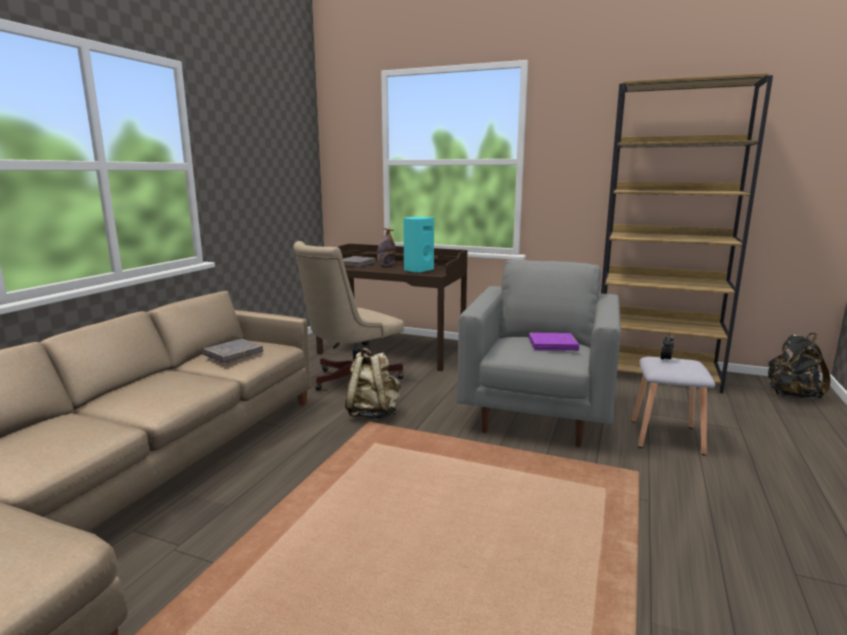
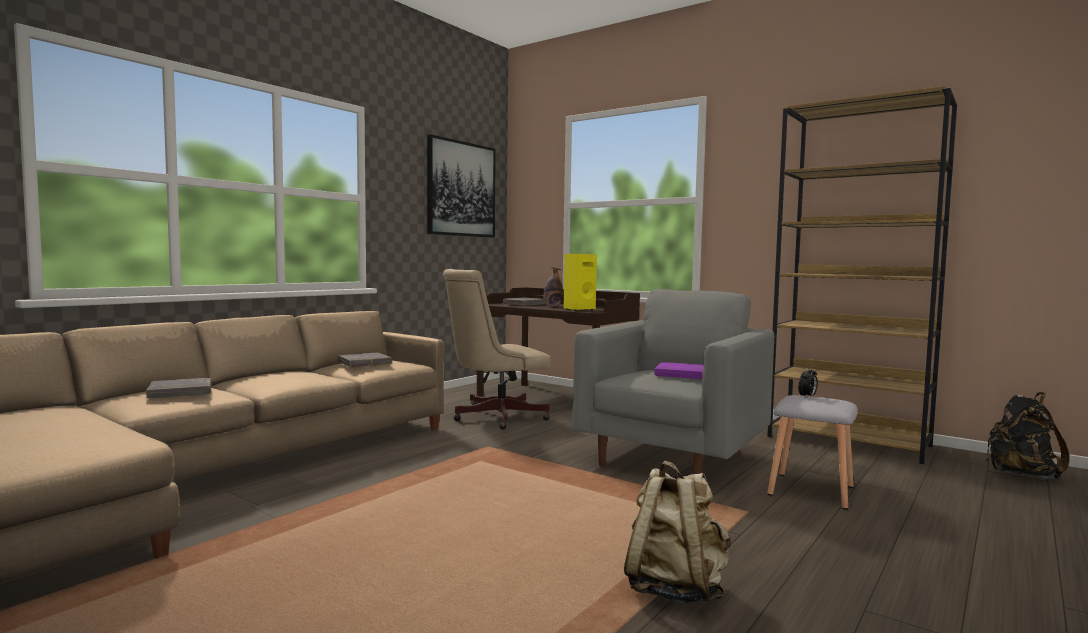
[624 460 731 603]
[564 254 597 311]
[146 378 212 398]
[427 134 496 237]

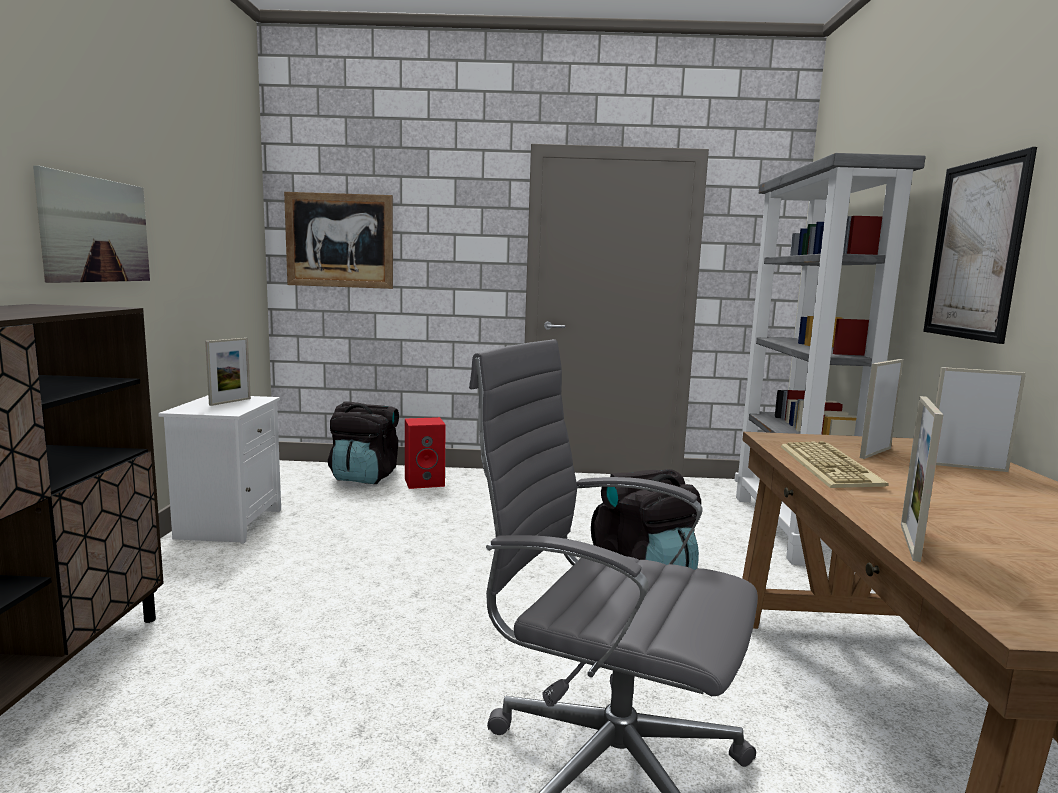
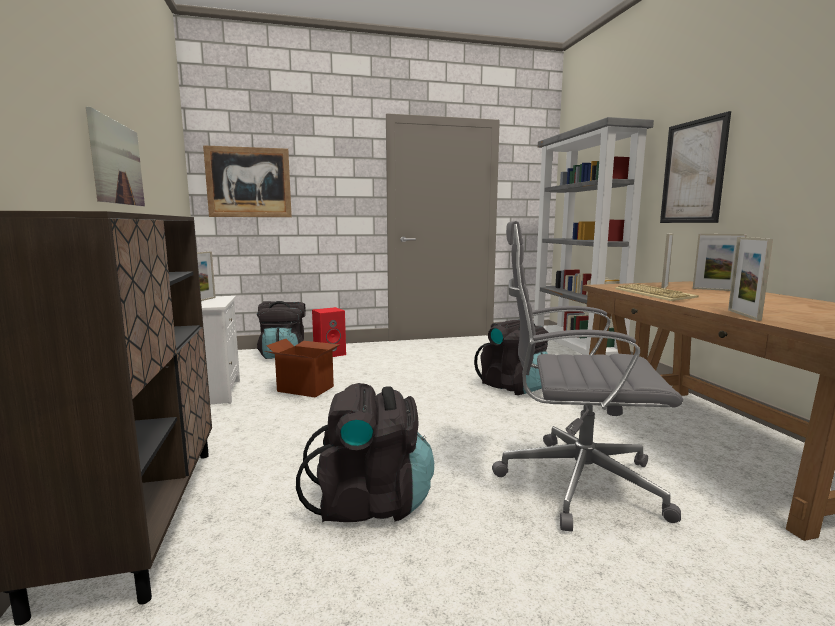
[693 234 747 291]
[265 339 341 398]
[296 383 434 522]

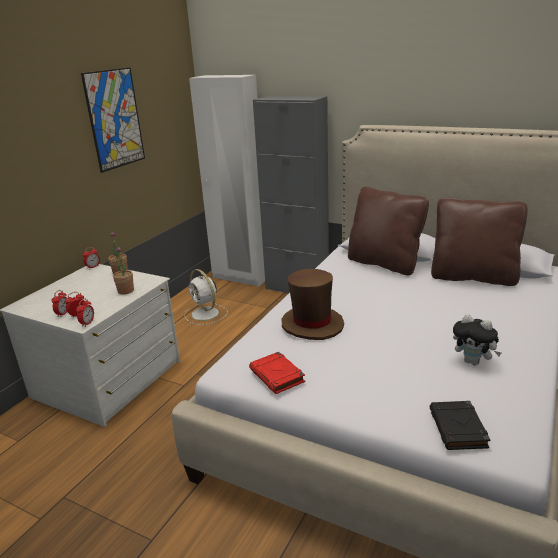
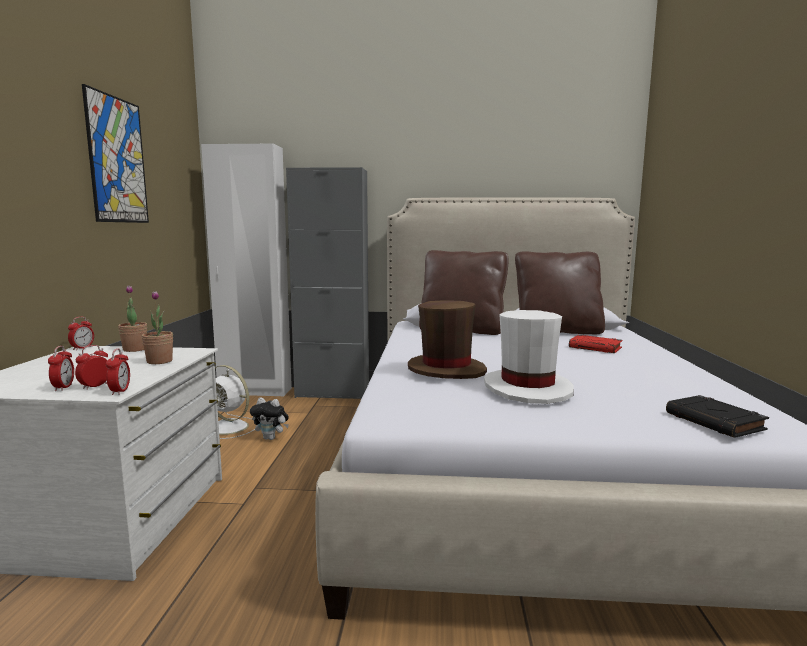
[569 335 623 353]
[250 398 289 440]
[484 310 574 404]

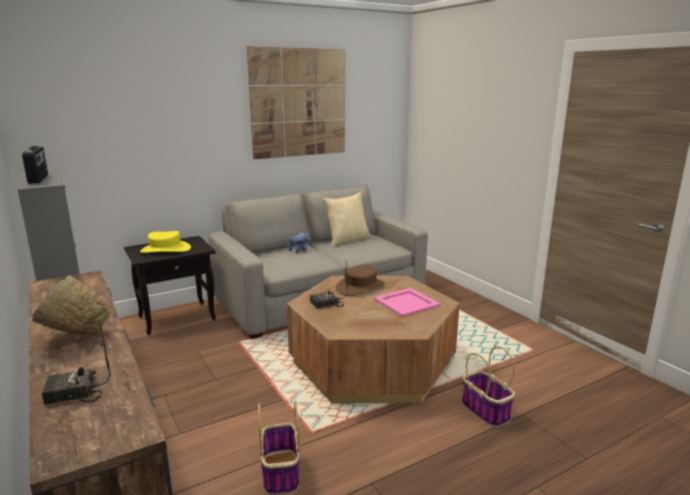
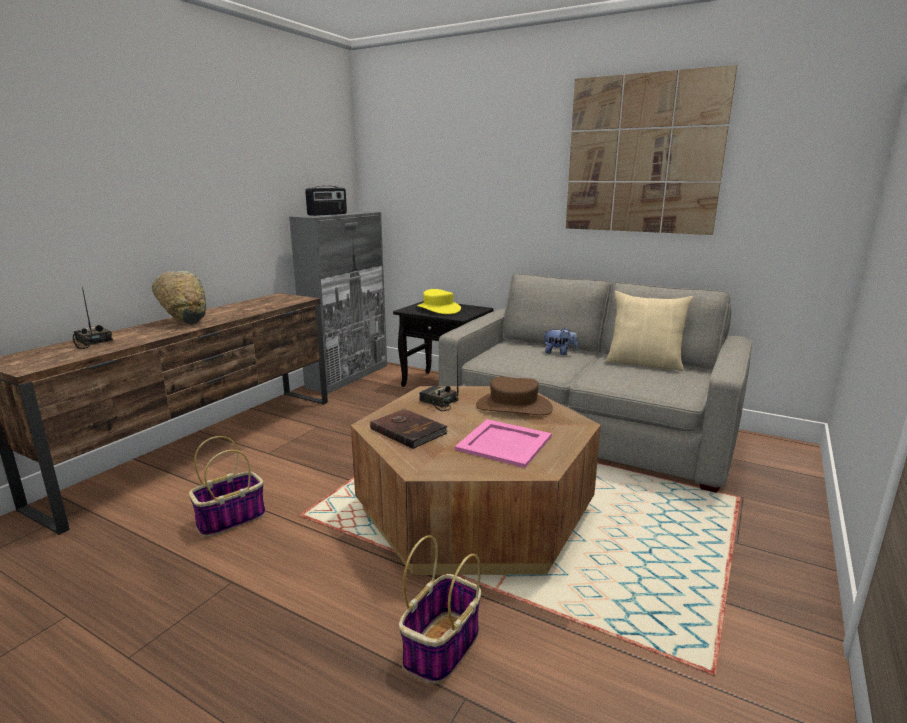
[370 409 448 449]

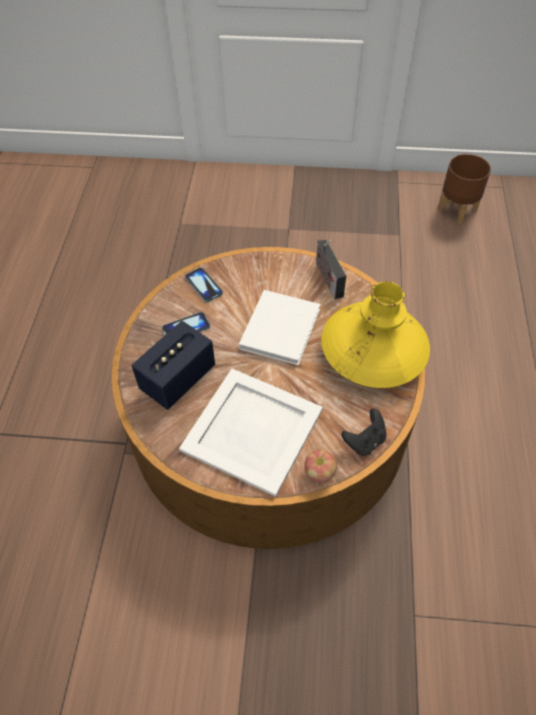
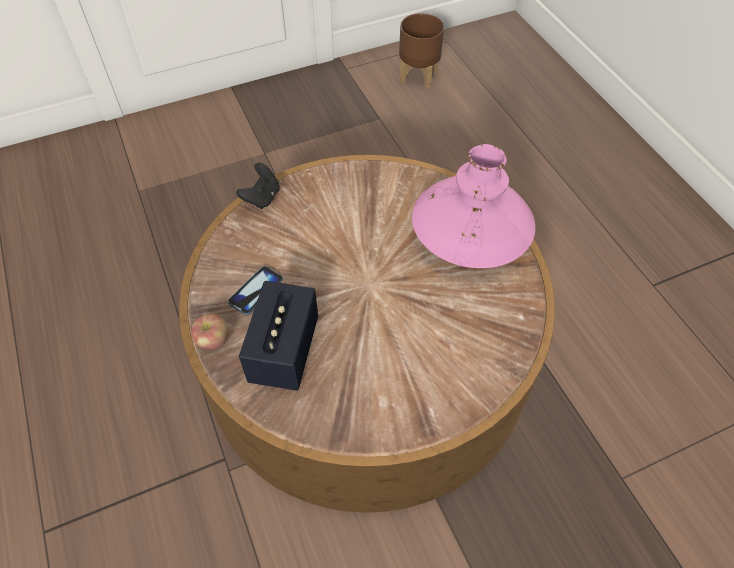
[179 369 323 497] (first image)
[185 267 223 302] (first image)
[239 290 320 366] (first image)
[191 313 228 350]
[316 240 346 299] (first image)
[412 144 535 268]
[236 163 280 209]

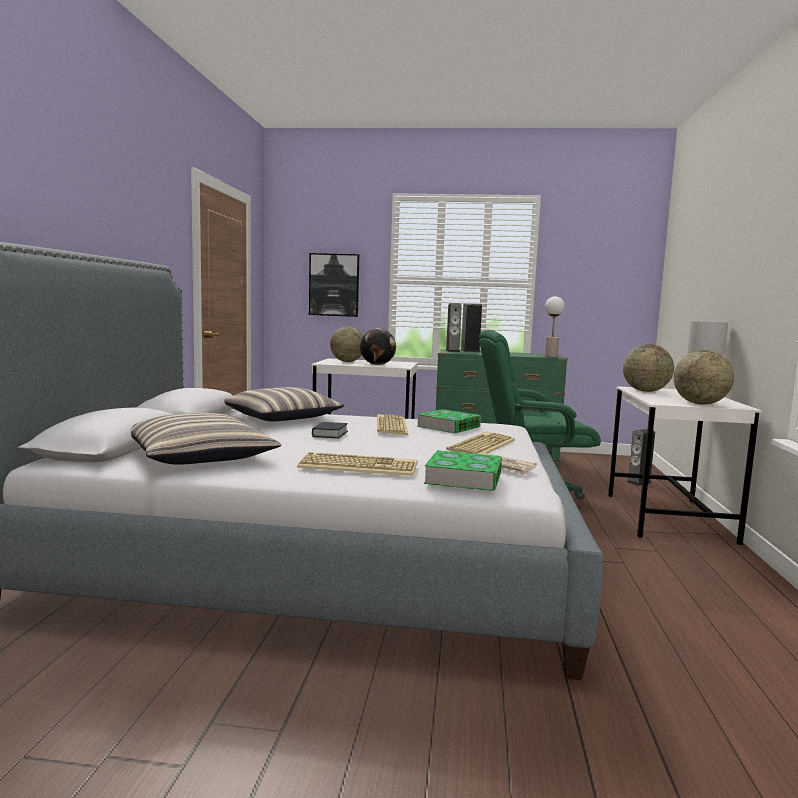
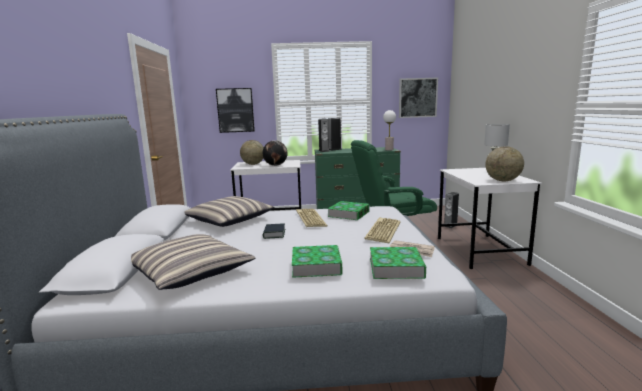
[292 245 343 278]
[623 344 674 392] (first image)
[399 78 438 118]

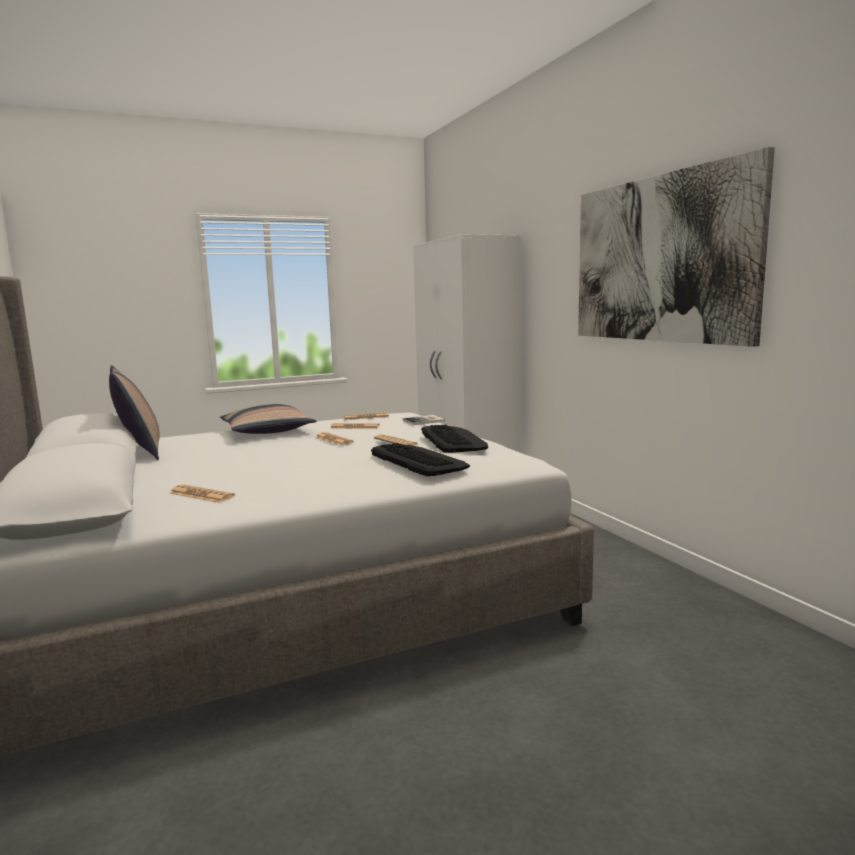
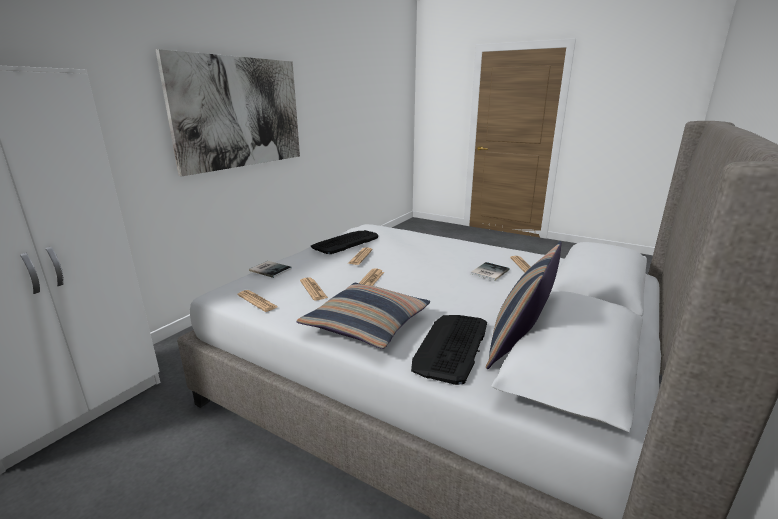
[411 315 487 385]
[471 262 509 281]

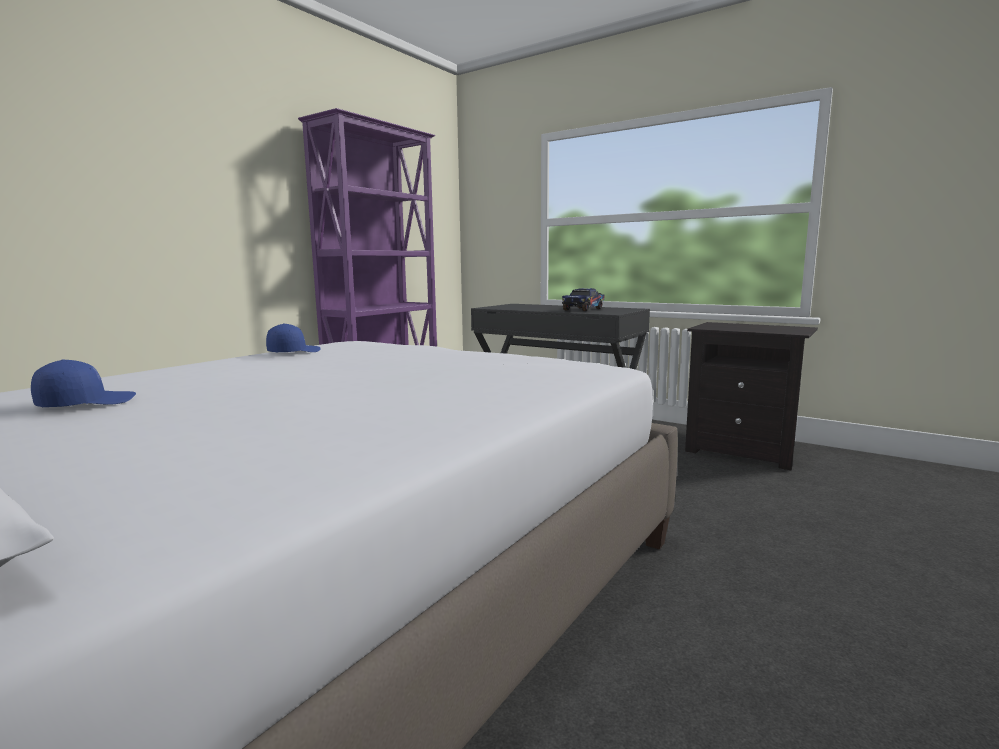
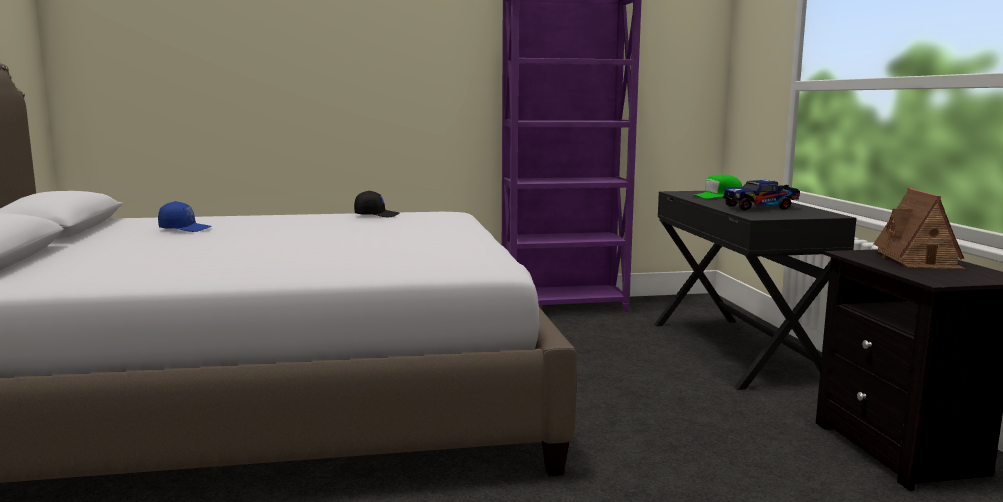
[354 191 399 217]
[691 175 742 199]
[874 188 966 269]

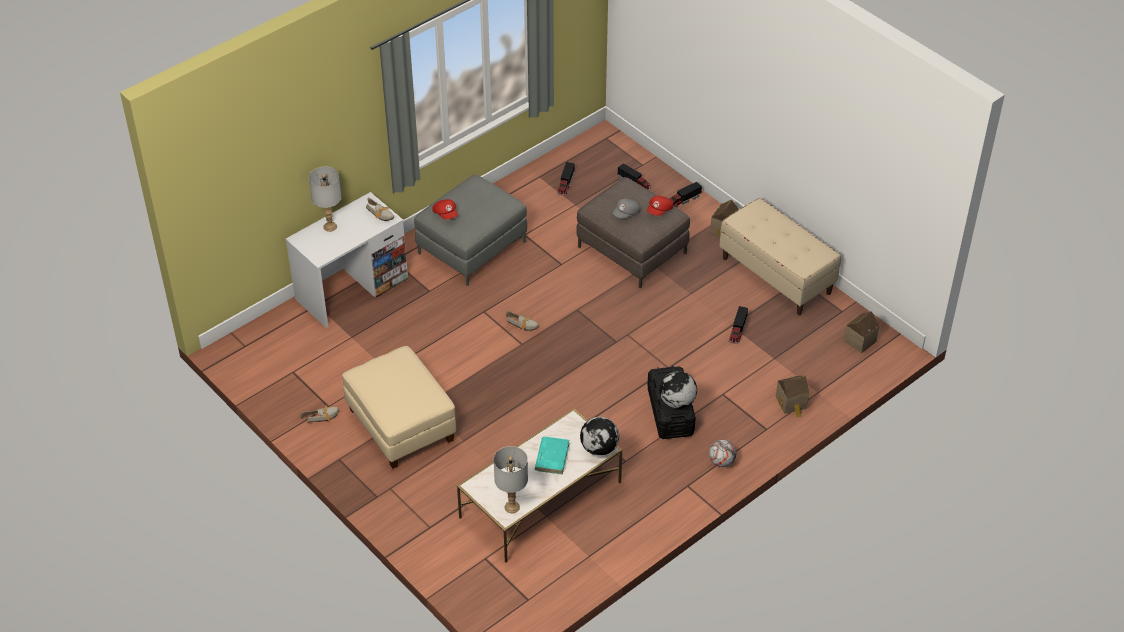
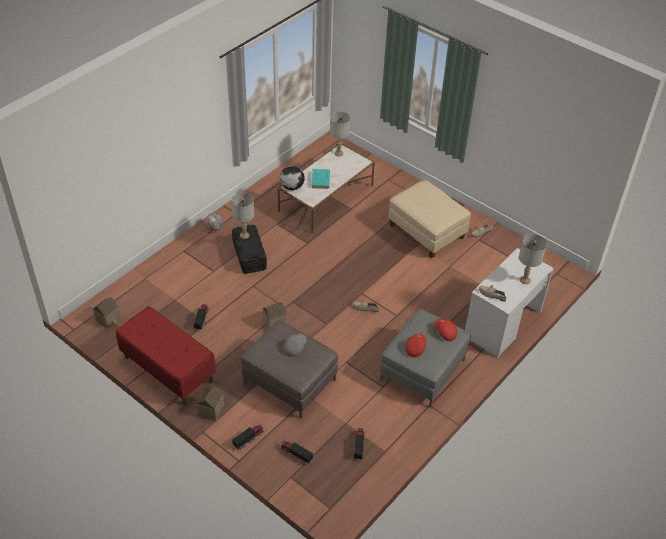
[405 334 426 357]
[232 192 254 239]
[116 306 216 405]
[263 302 287 329]

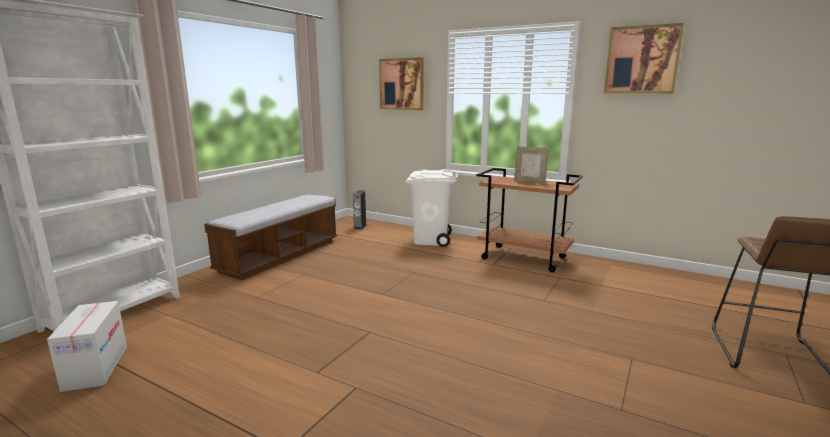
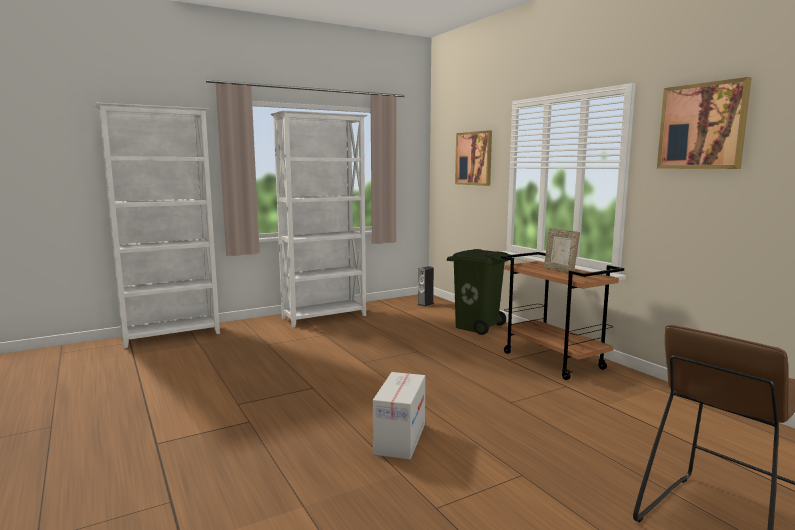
[373 372 425 460]
[270 110 368 327]
[447 249 510 335]

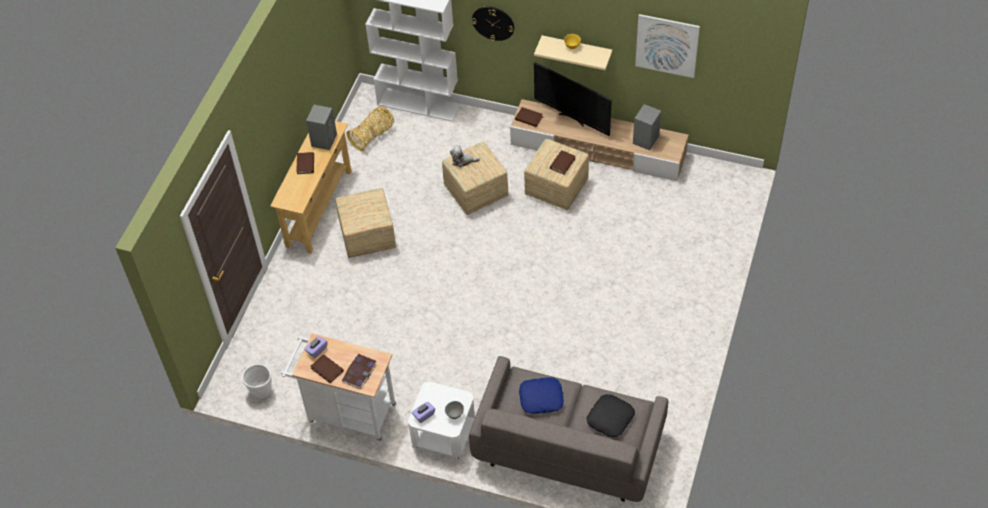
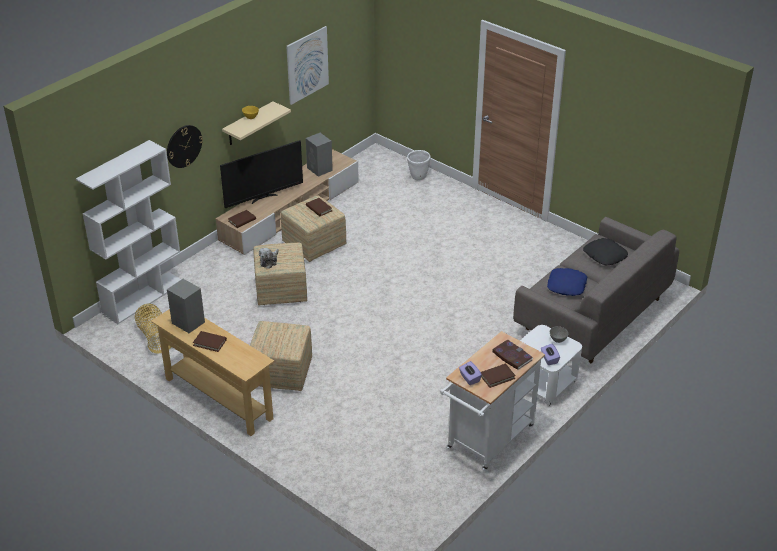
[407 150 431 180]

